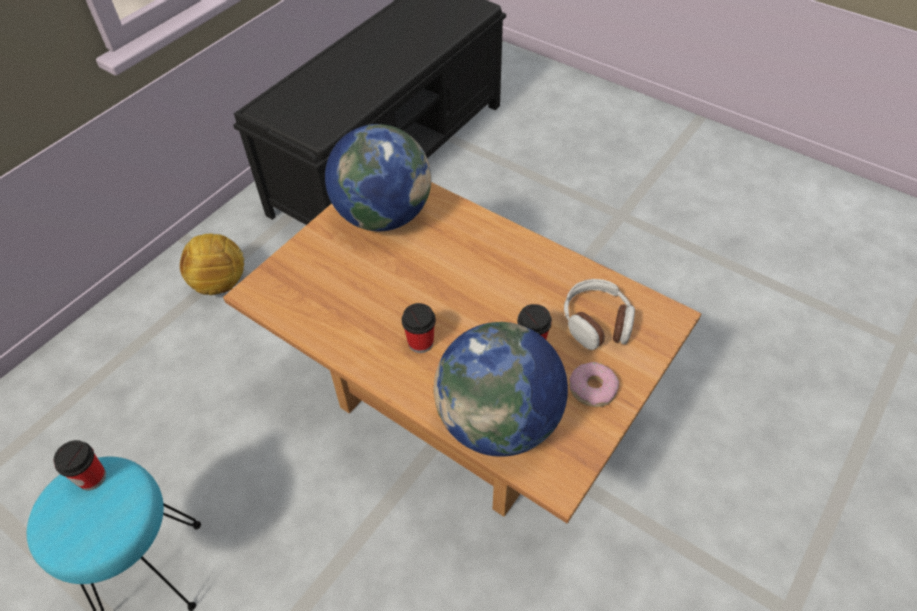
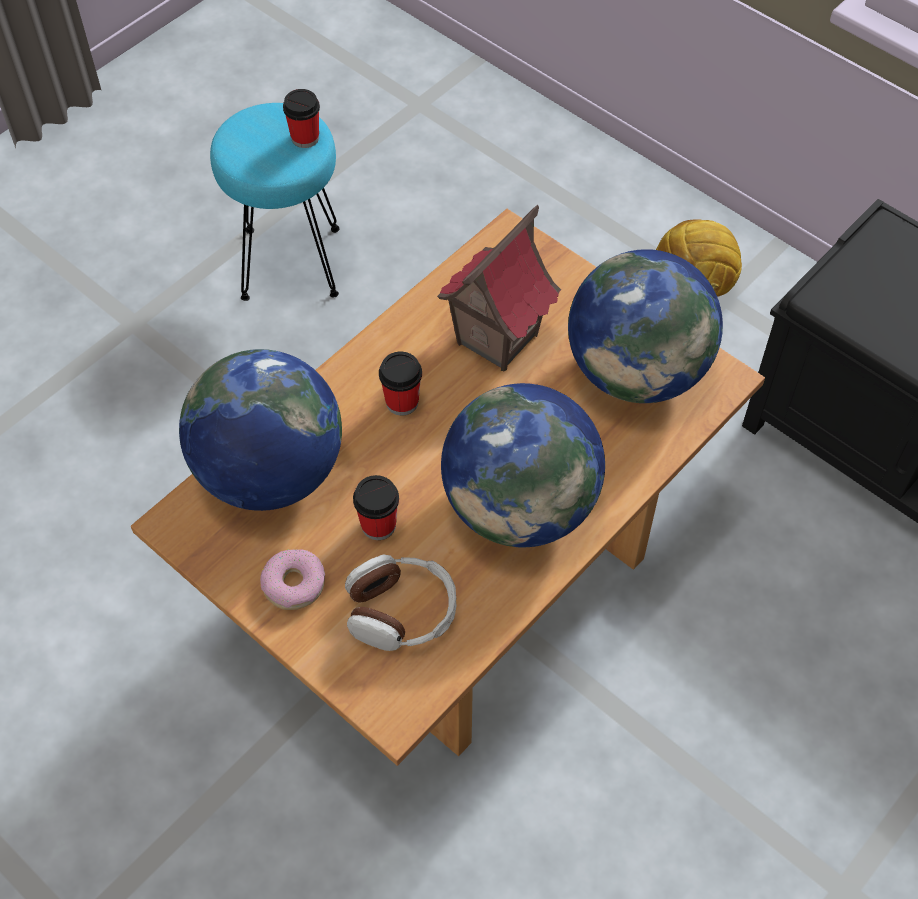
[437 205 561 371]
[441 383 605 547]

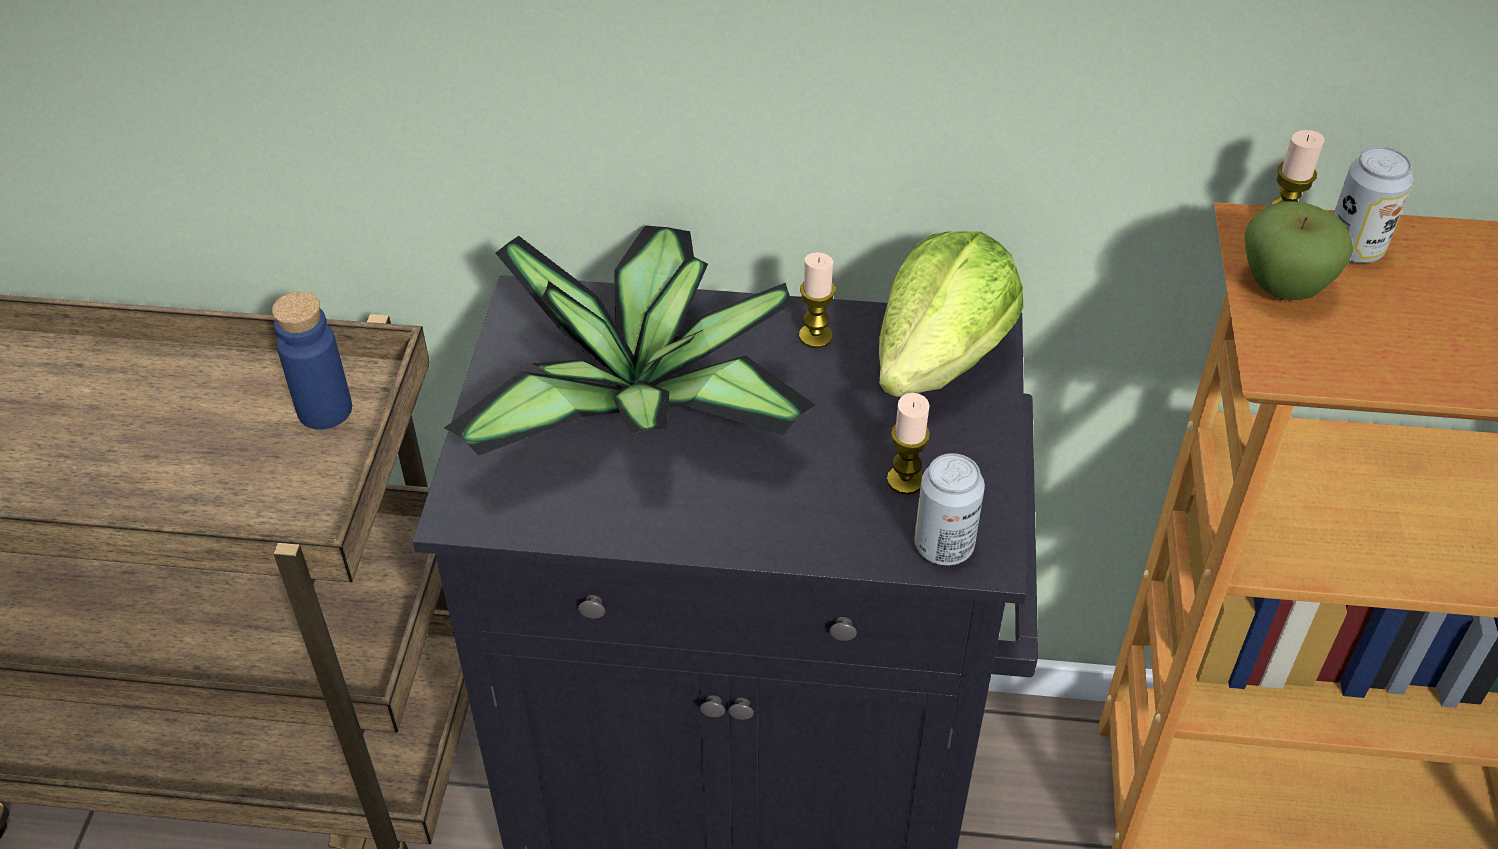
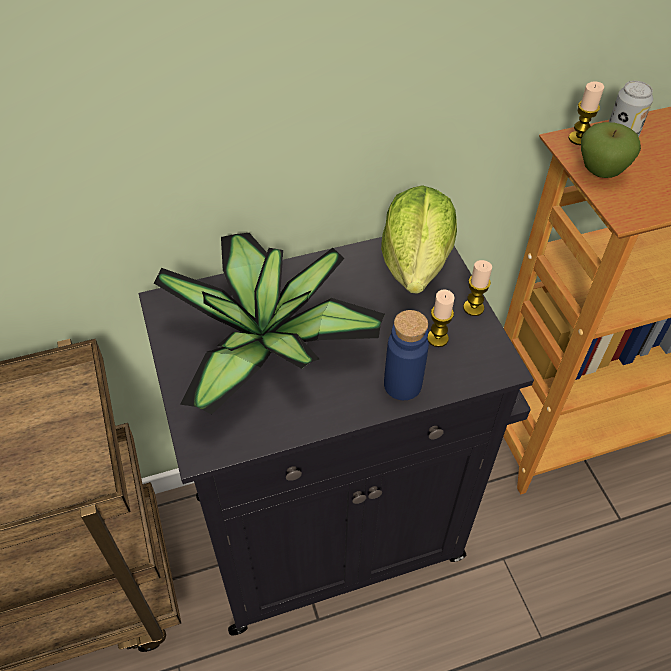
[384 310 429 400]
[463 260 492 316]
[914 453 985 565] (first image)

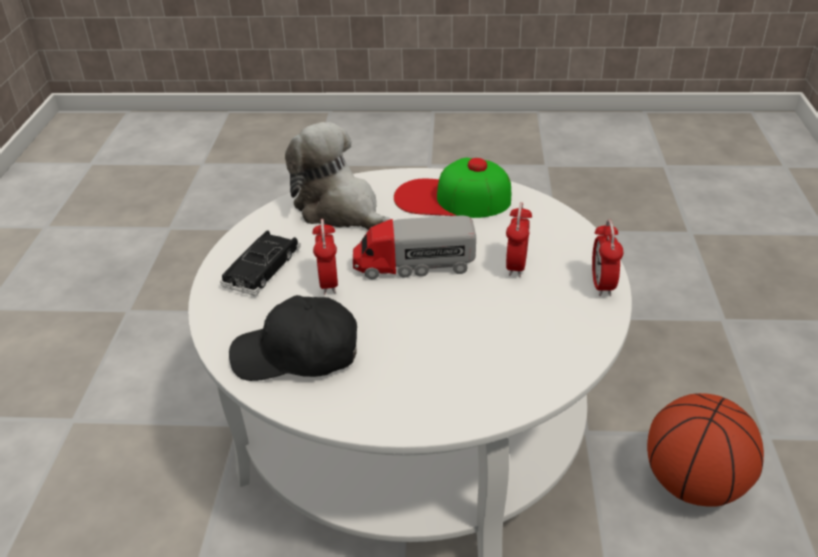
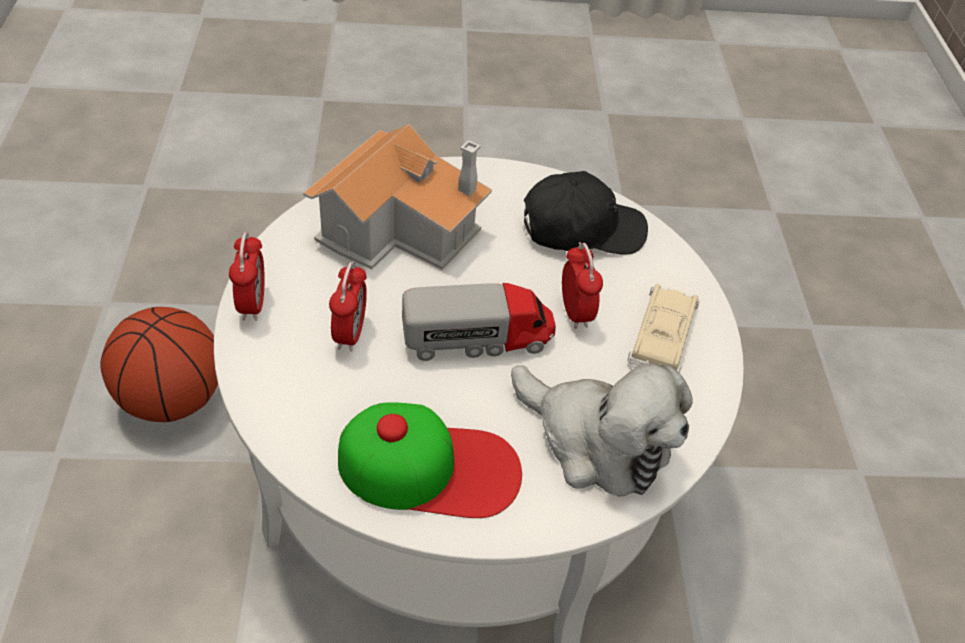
[627 284 699 372]
[303 124 492 270]

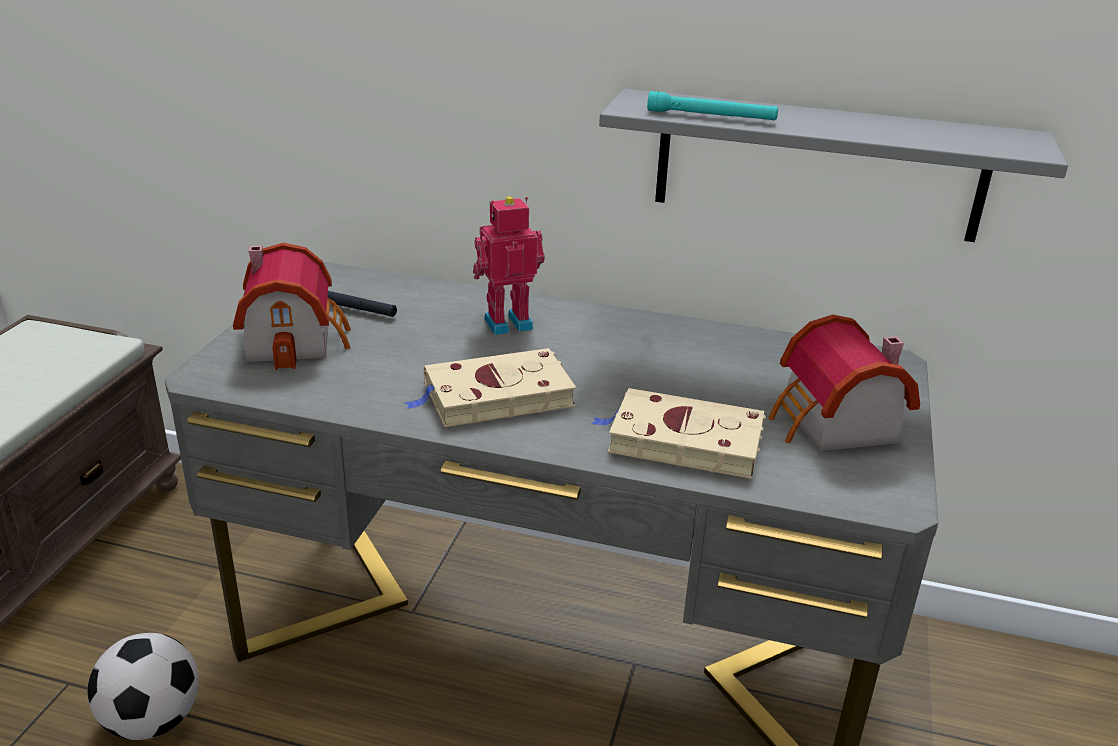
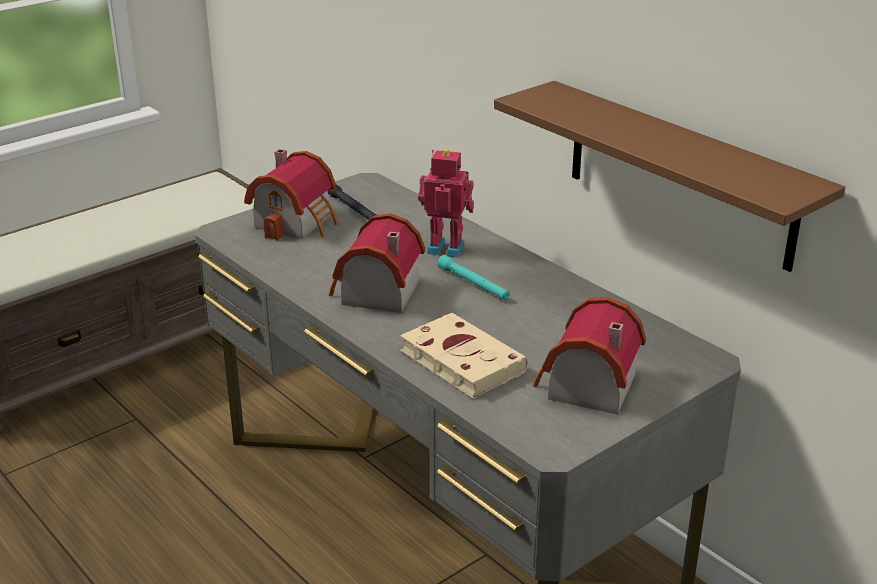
[87 633 199 740] (first image)
[329 213 425 313]
[494 81 845 272]
[437 255 510 300]

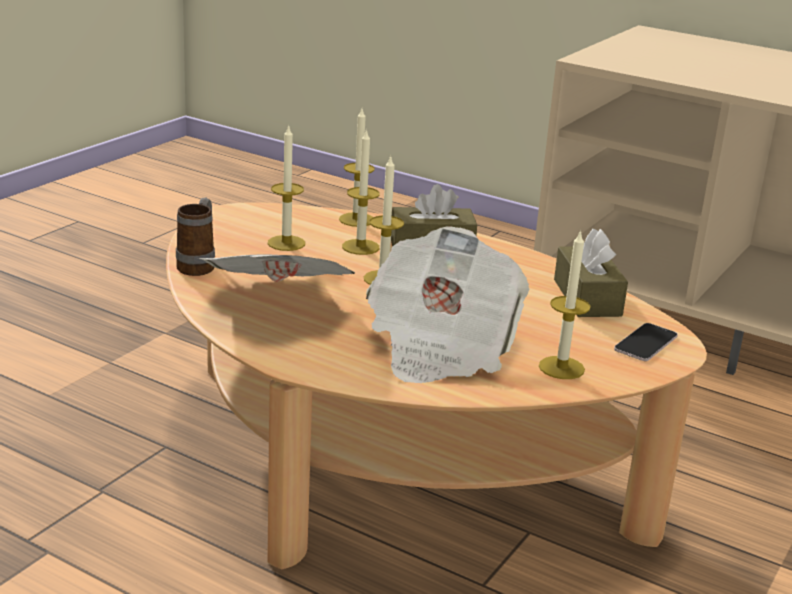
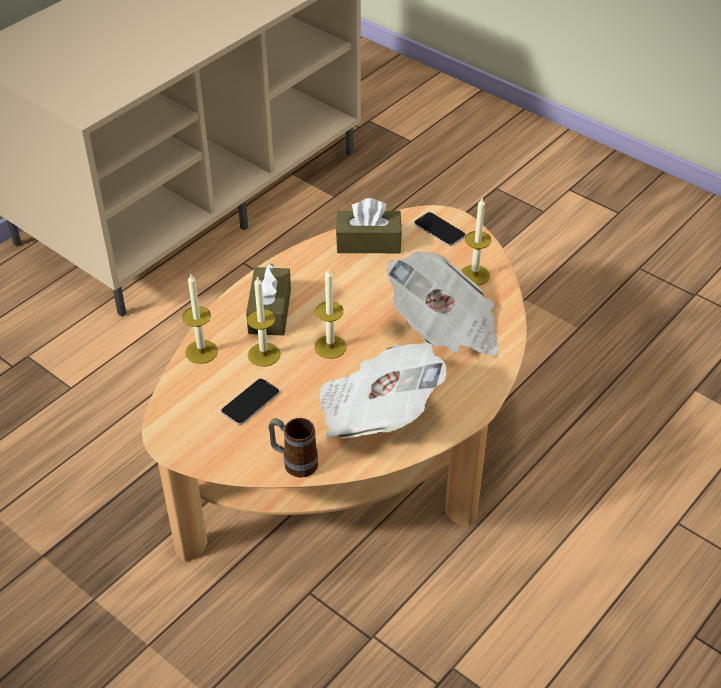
[221 378 280 425]

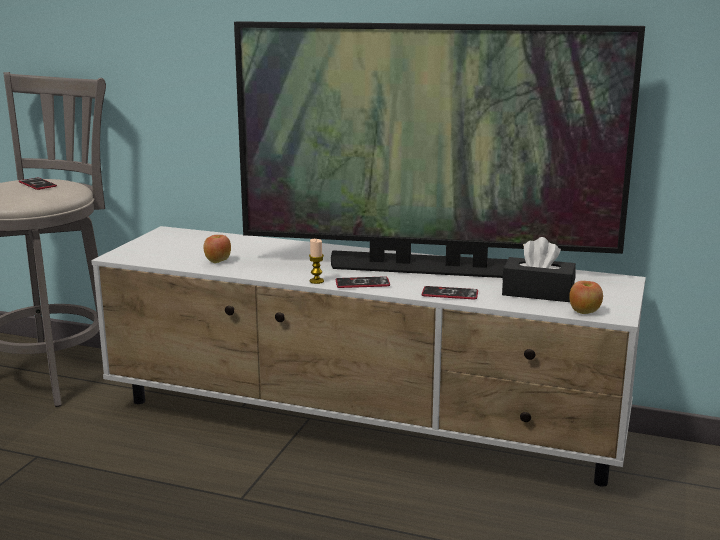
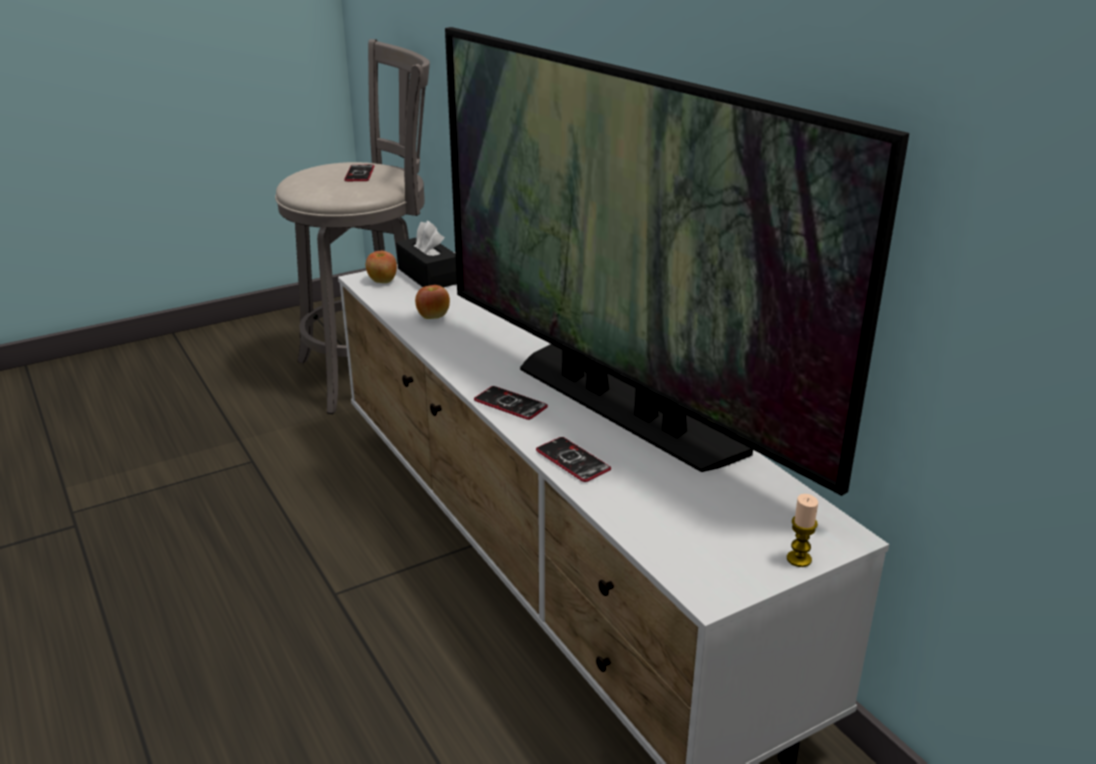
[787 494 818 567]
[396 220 457 287]
[366 251 397 283]

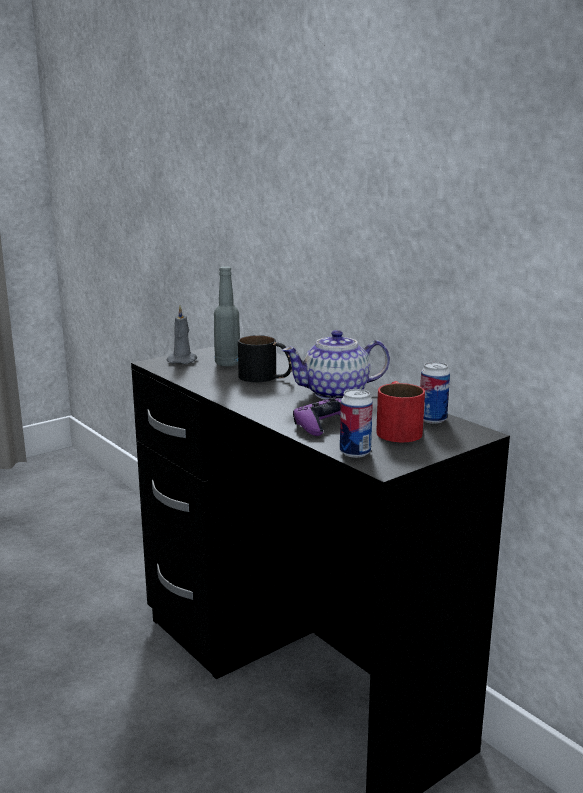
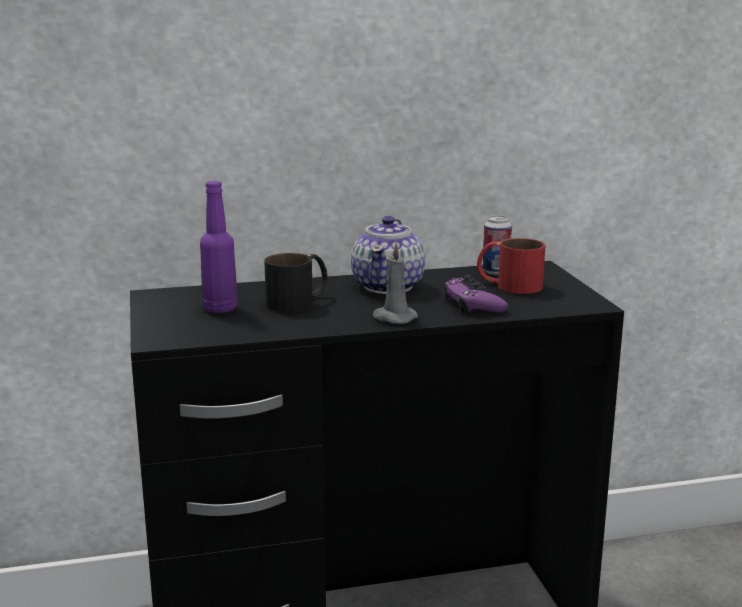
[373 243 418 324]
[200 181 238 313]
[340 389 373 458] (first image)

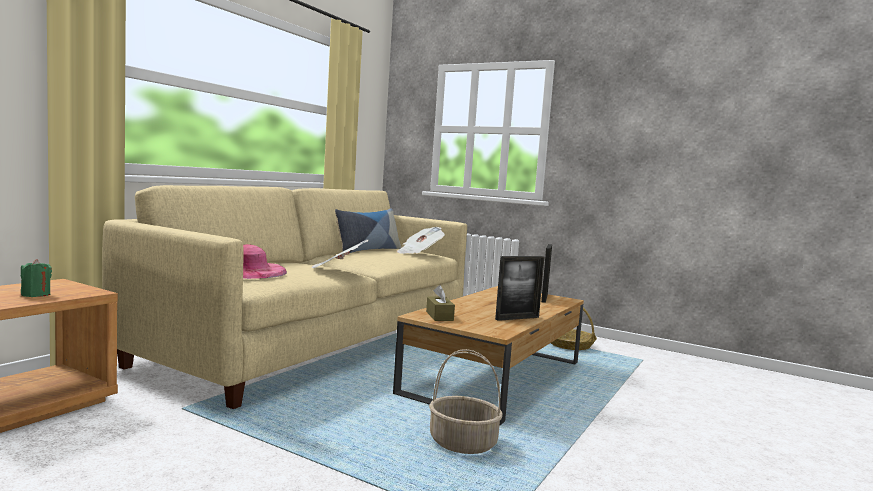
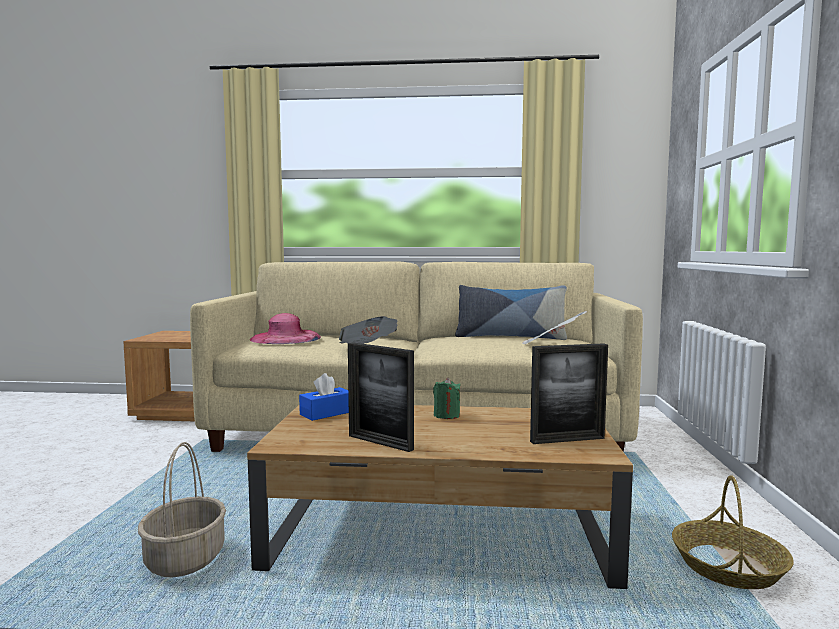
[433 378 461 419]
[299 373 349 421]

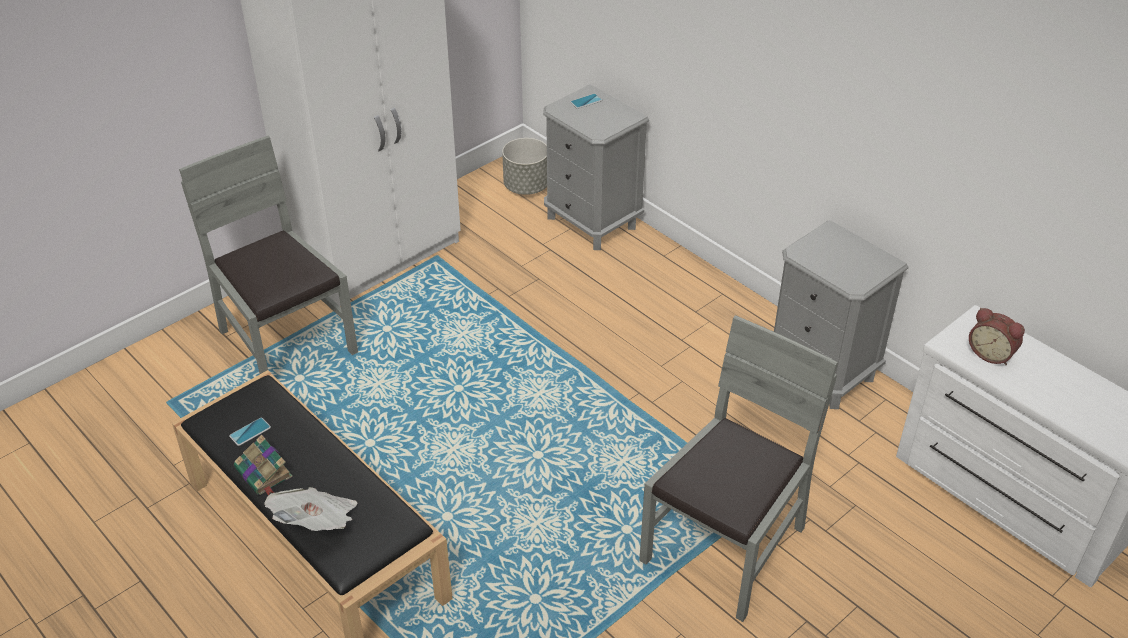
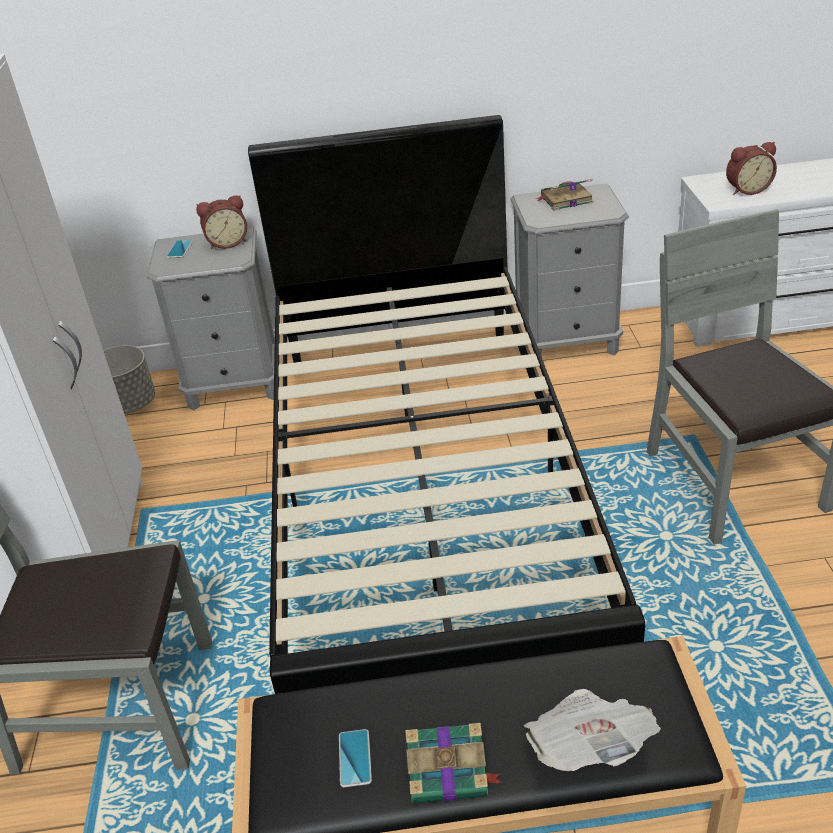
[196 195 247 249]
[248 115 645 694]
[536 179 593 211]

